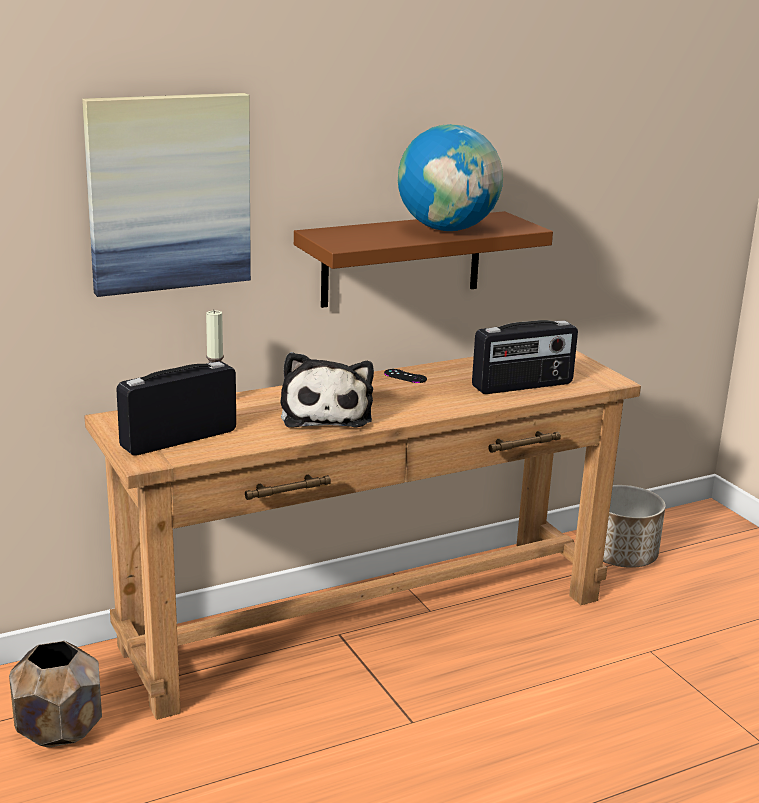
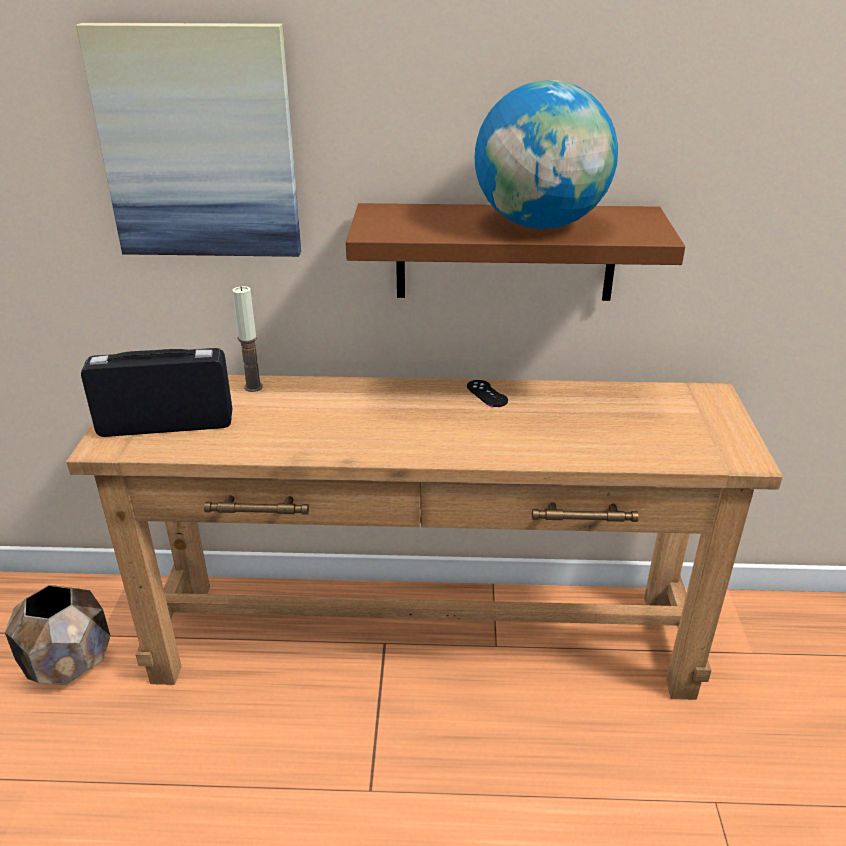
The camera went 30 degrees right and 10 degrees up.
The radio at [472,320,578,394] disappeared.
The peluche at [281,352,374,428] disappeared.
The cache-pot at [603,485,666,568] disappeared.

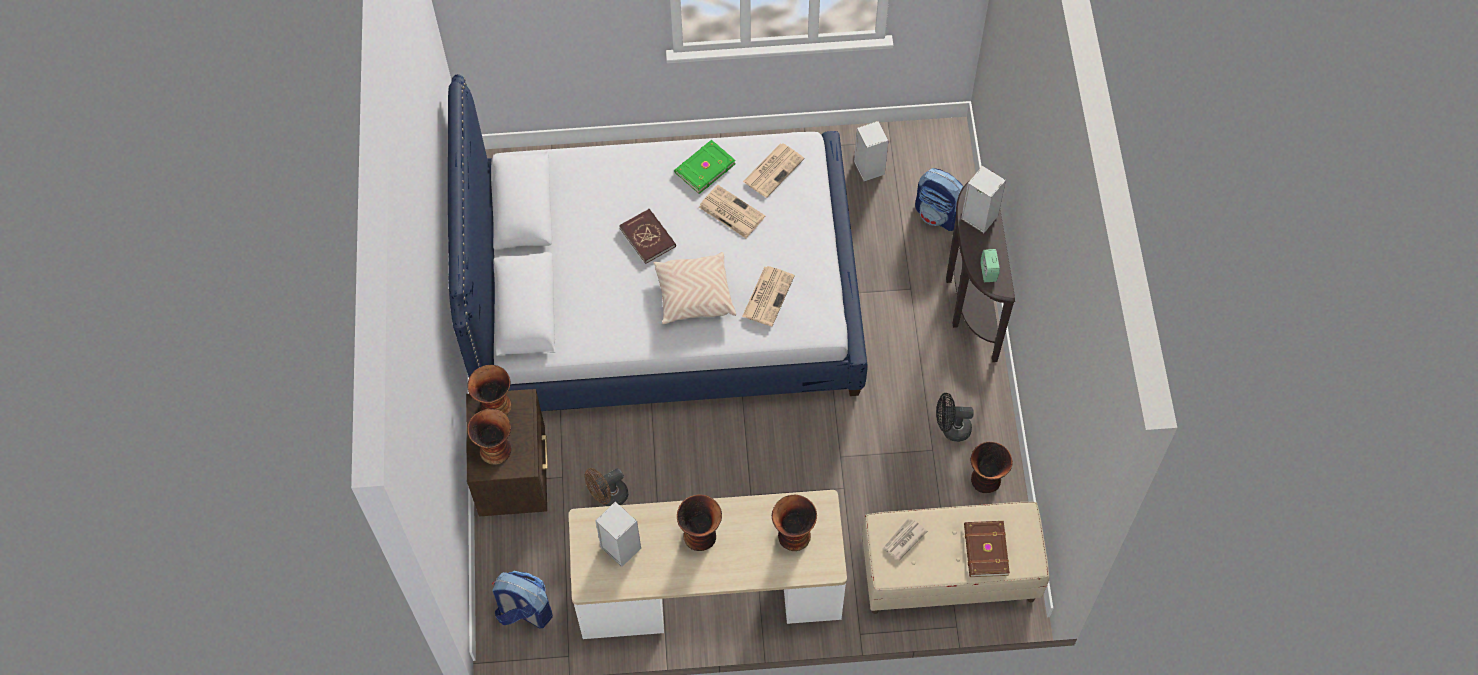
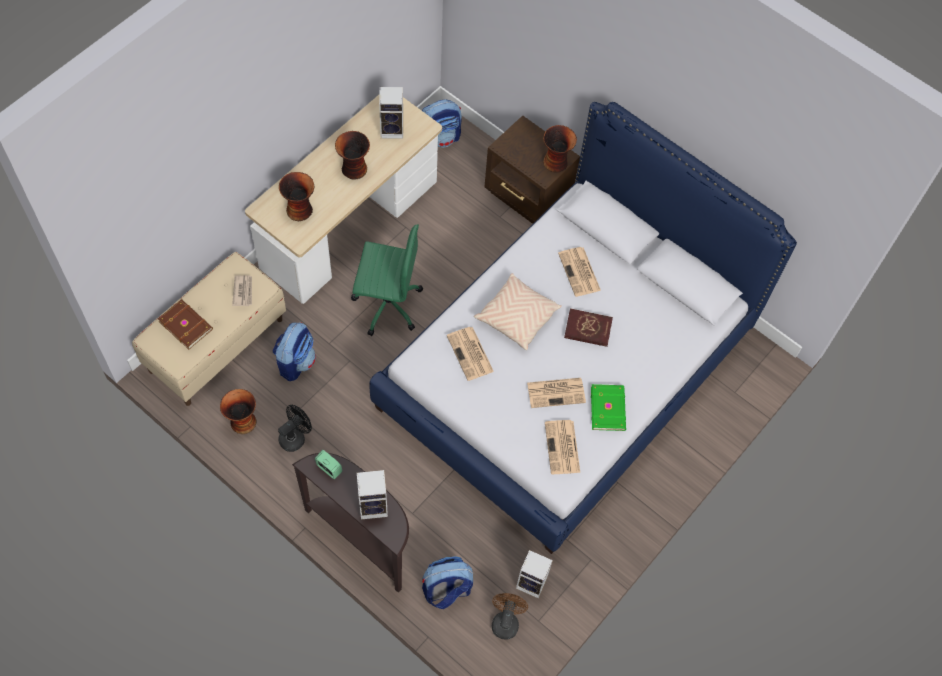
The camera went 130 degrees right and 0 degrees up.
The vase at [468,409,511,465] disappeared.
The ventilateur (marron) moved from [585,468,628,506] to [492,593,528,640].
The chaise de bureau (vert) at [351,224,423,336] appeared.
The journal at [558,247,601,297] appeared.
The sac à dos at [272,322,316,381] appeared.

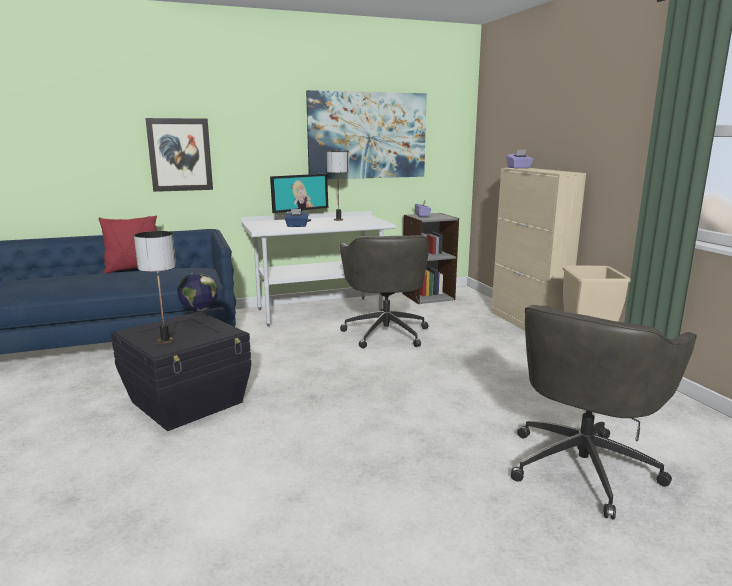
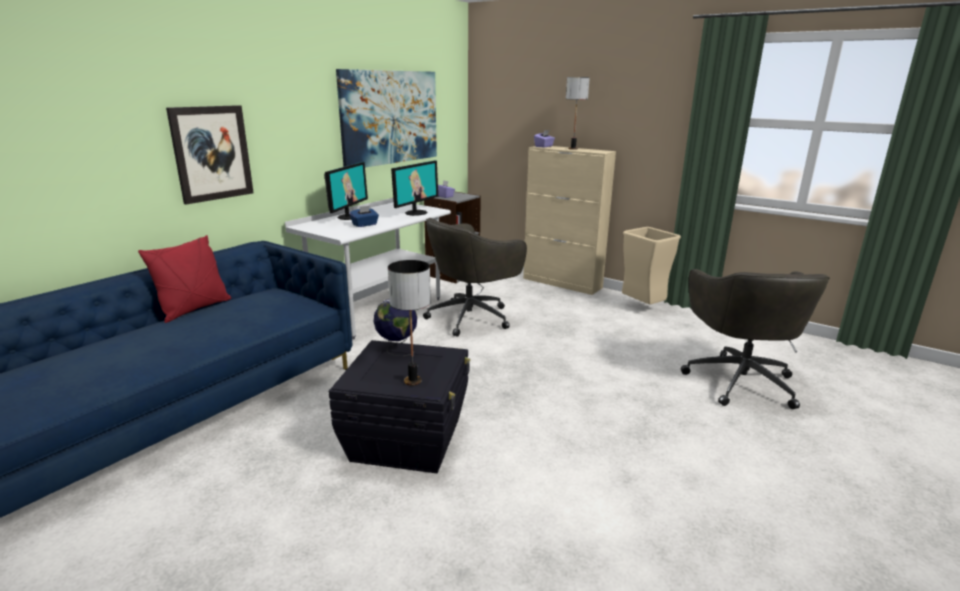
The camera went 35 degrees left and 5 degrees up.
The lampe de table moved from [327,151,349,221] to [566,77,590,150].
The chaise de bureau (gris) at [340,235,429,349] turned 90 degrees clockwise.
The écran d'ordinateur at [391,160,438,216] appeared.

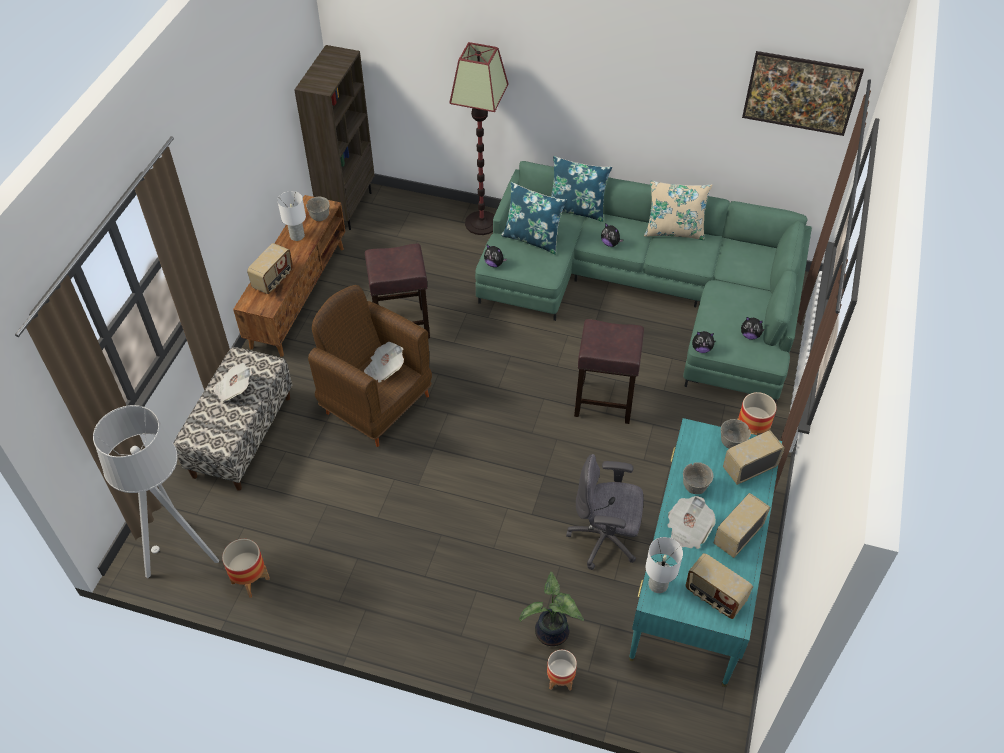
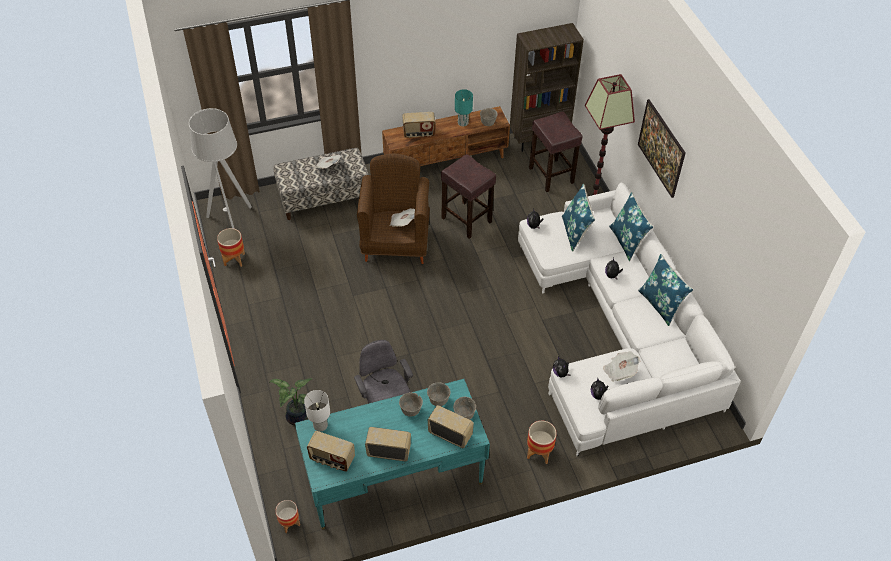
The camera went 55 degrees right and 0 degrees up.
The tableau moved from [742,51,864,136] to [638,99,686,198].
The canapé (vert) at [475,161,812,403] became the canapé (blanc) at [518,182,741,456].
The coussin (beige) at [644,180,712,240] became the coussin (bleu) at [638,254,693,326].
The lampe de table (blanc) at [277,191,306,241] became the lampe de table (turquoise) at [455,89,473,126].
The tabouret (marron) moved from [574,319,644,424] to [529,112,582,192].
The journal moved from [667,496,716,549] to [603,351,640,382].
The radio at [685,553,753,619] turned 75 degrees counterclockwise.
The cache-pot moved from [547,650,577,691] to [275,500,300,533].
The bol (gris) at [427,382,451,406] appeared.

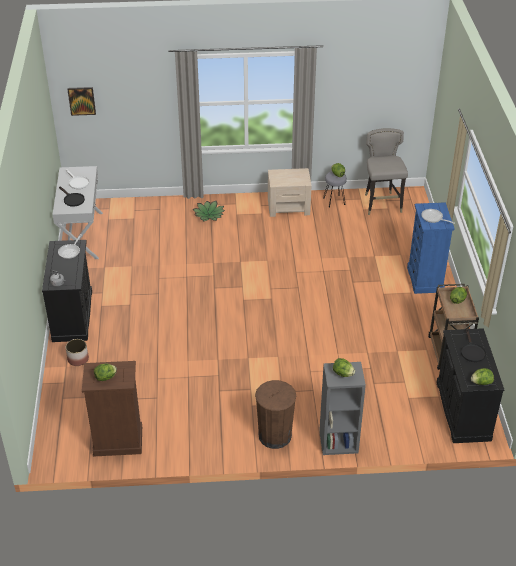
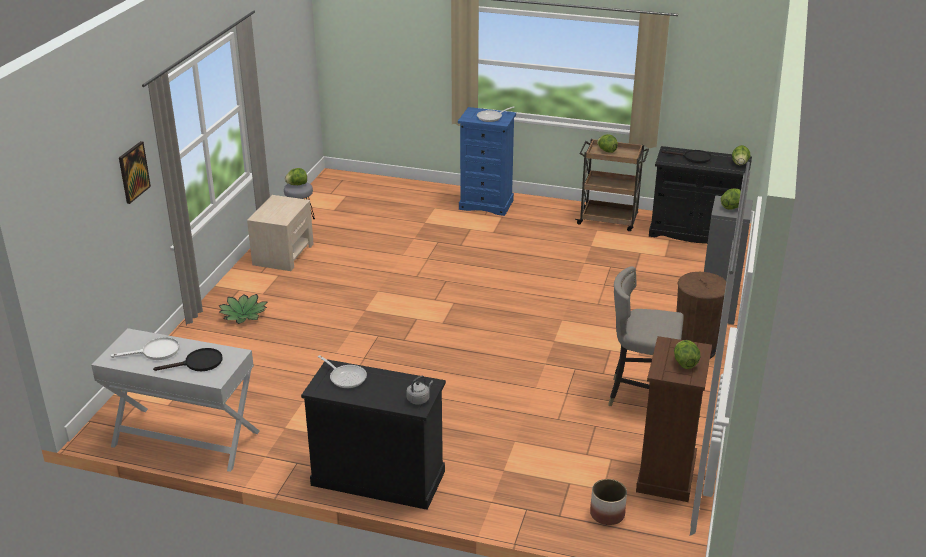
The camera went 70 degrees left and 10 degrees down.
The tableau moved from [67,87,96,116] to [119,141,151,204].
The tabouret (gris) moved from [365,128,408,215] to [608,267,684,406].
The cache-pot moved from [66,339,89,366] to [590,479,627,525].

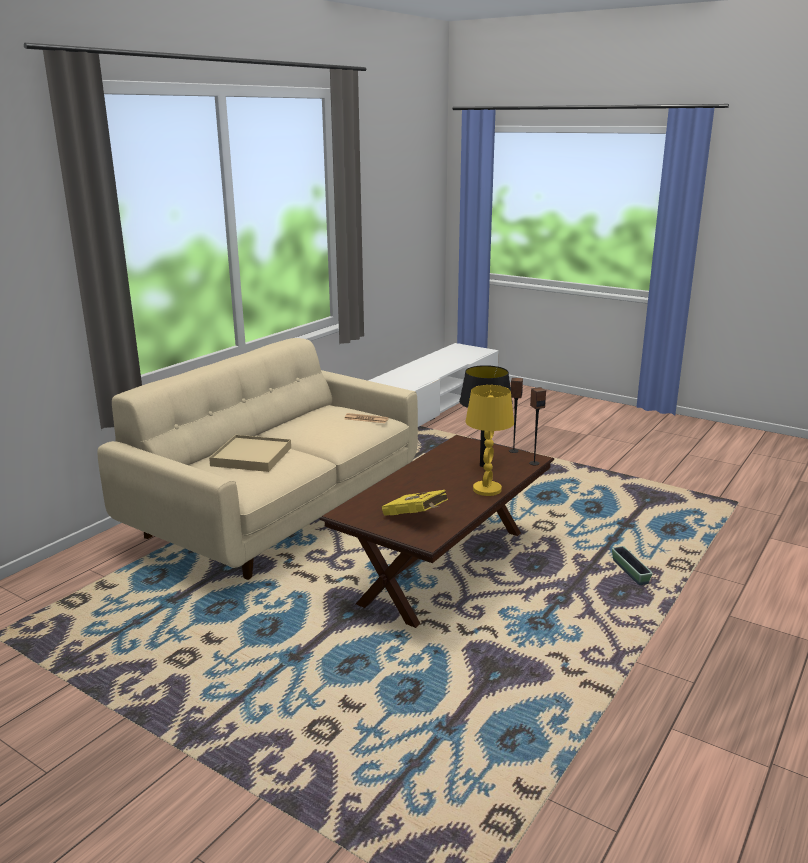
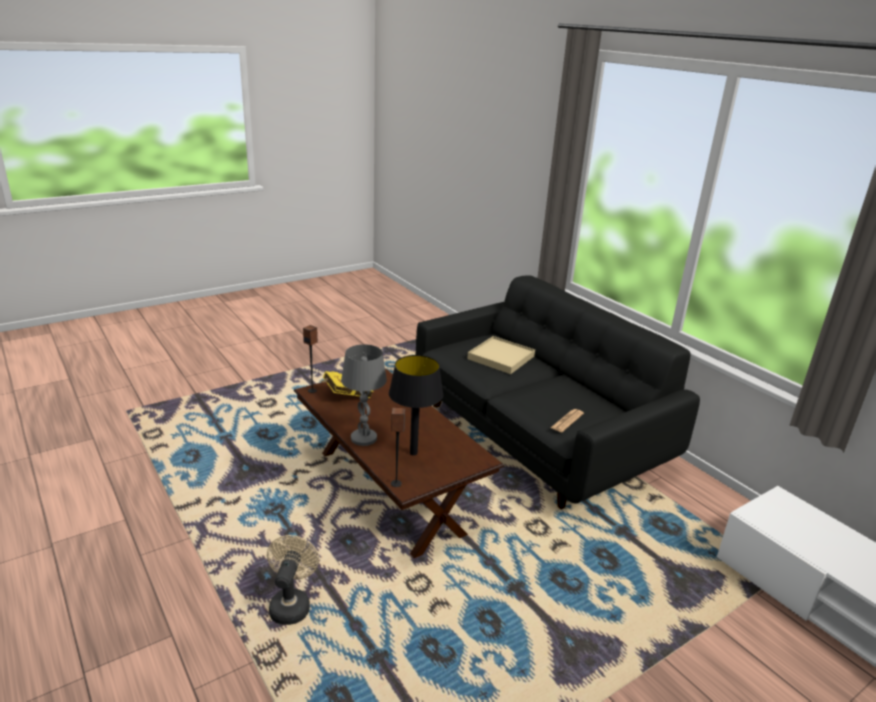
The camera went 110 degrees right and 5 degrees up.
The canapé (beige) at [97,338,418,580] became the canapé (noir) at [416,275,700,509].
The enceinte moved from [509,378,523,453] to [303,325,318,393].
The lampe de table (jaune) at [465,385,514,496] became the lampe de table (gris) at [341,344,387,446].
The cache-pot at [612,546,653,585] was replaced by the ventilateur (beige) at [267,535,319,625].

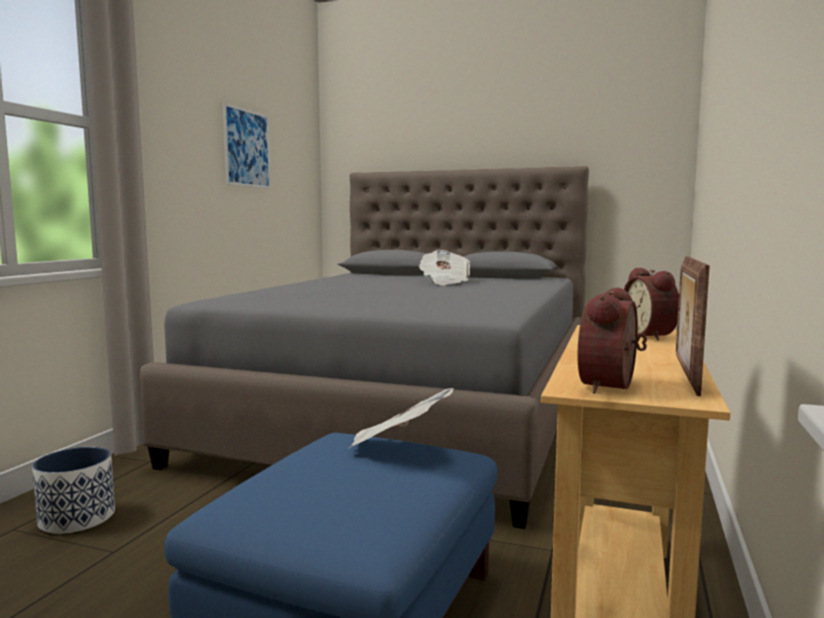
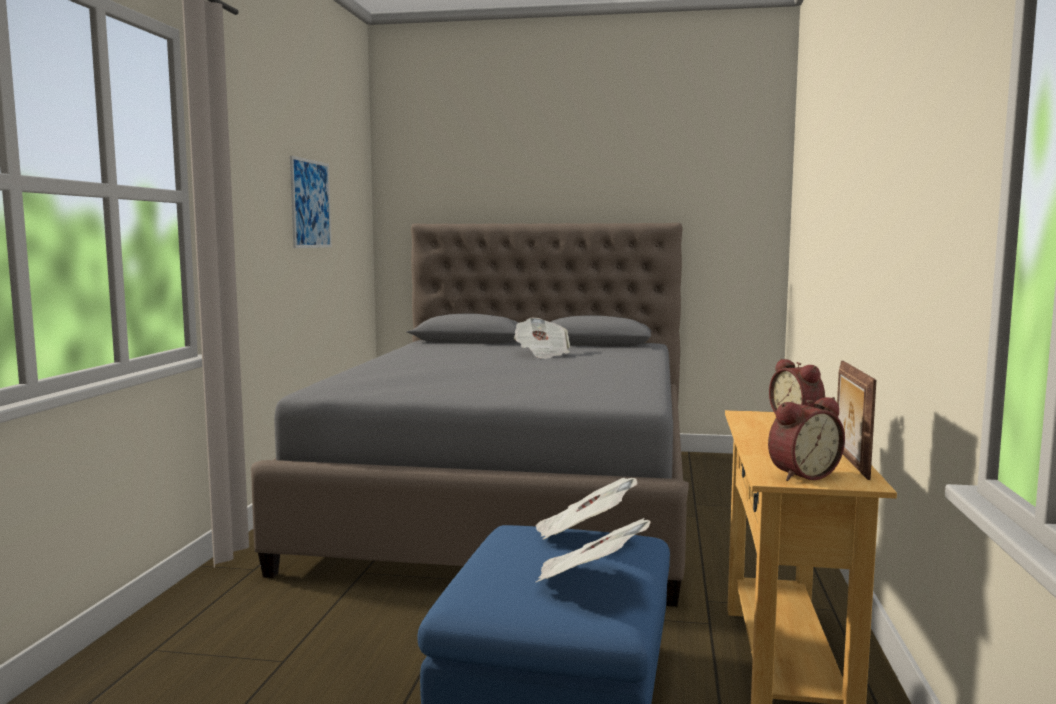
The camera went 10 degrees left and 0 degrees up.
The réveil at [578,287,647,393] turned 135 degrees counterclockwise.
The cache-pot at [32,447,115,534] disappeared.
The journal at [535,518,651,583] appeared.

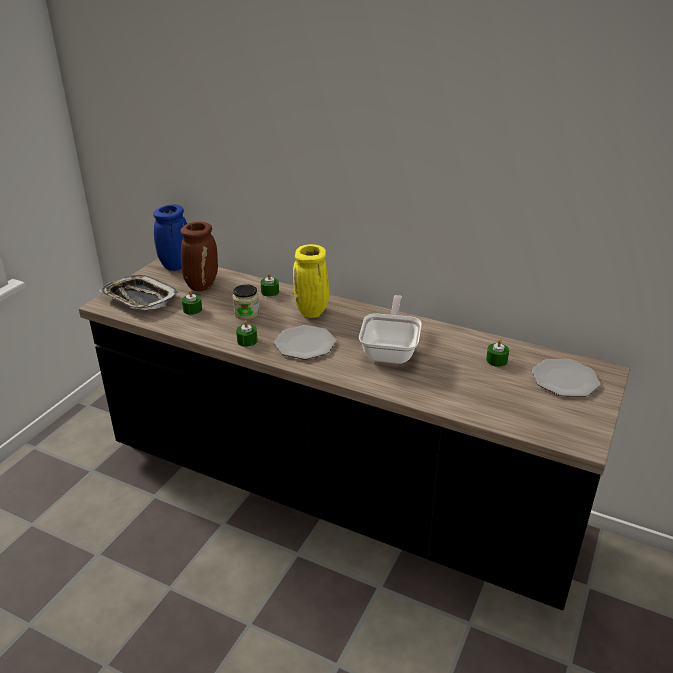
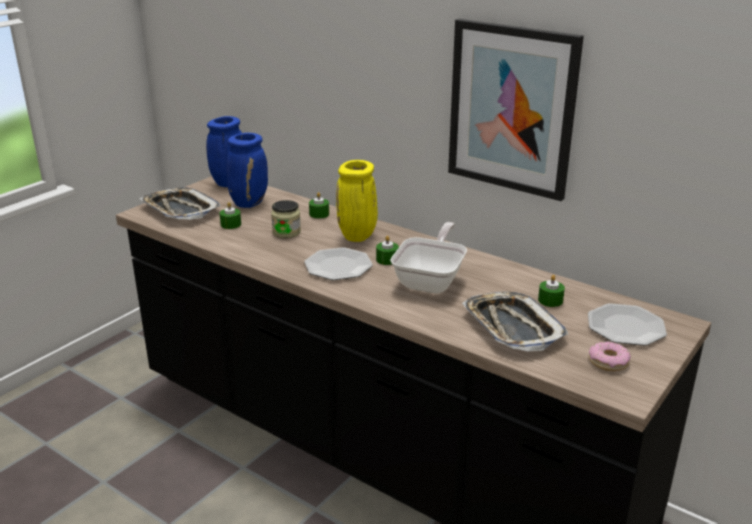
The camera went 10 degrees right and 5 degrees down.
The vase (marron) at [180,222,218,291] became the vase (bleu) at [227,133,268,208].
The bougie (vert) moved from [236,320,257,347] to [376,235,399,265].
The tableau at [448,19,584,201] appeared.
The plateau at [462,292,569,352] appeared.
The beignet at [589,341,631,371] appeared.

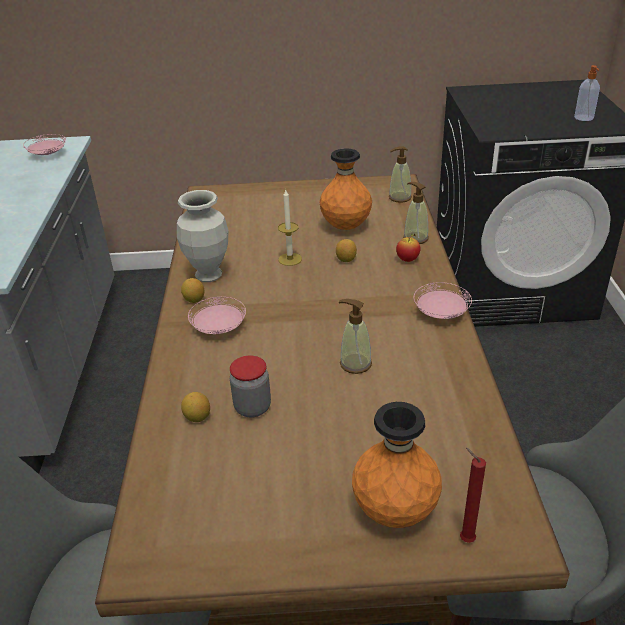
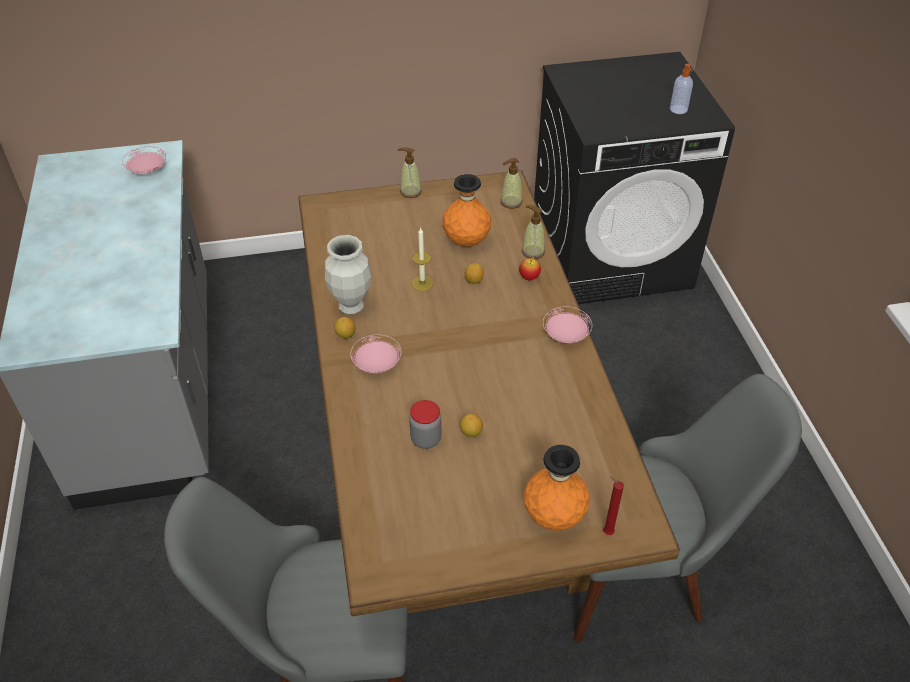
The camera went 10 degrees left and 10 degrees up.
The distributeur de savon moved from [339,299,372,374] to [398,147,422,198].
The citron moved from [181,392,210,422] to [460,413,483,437].

